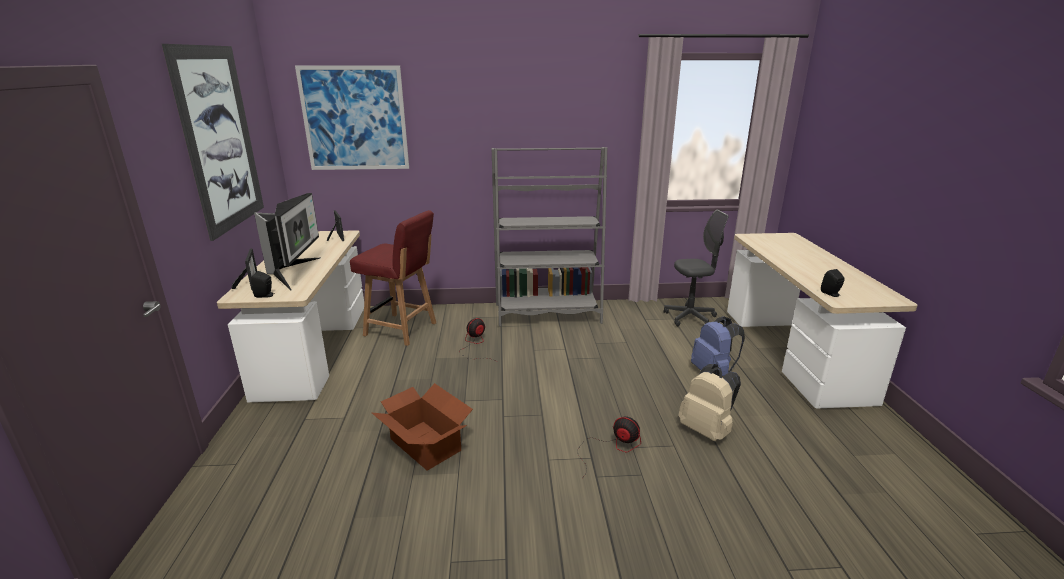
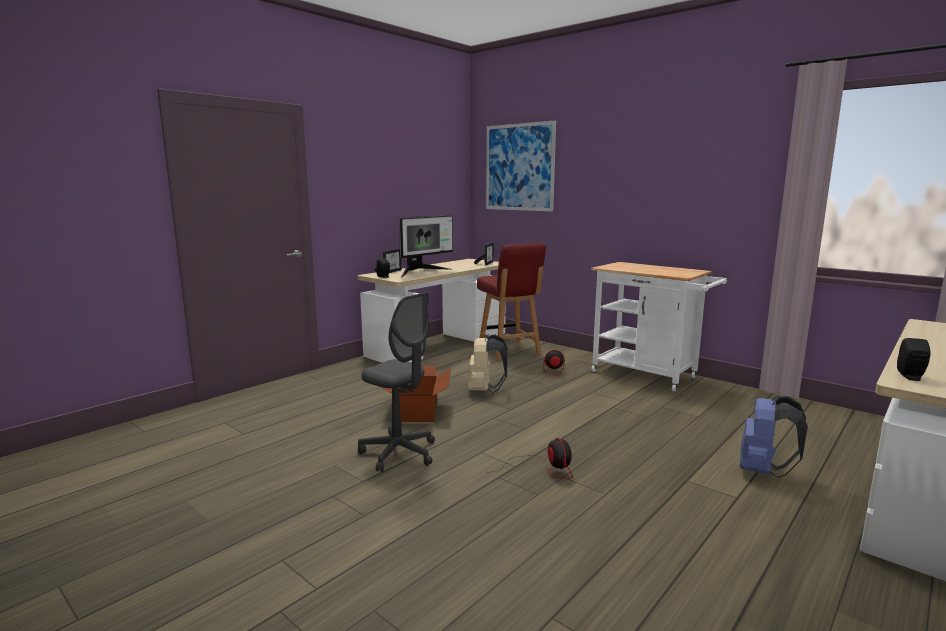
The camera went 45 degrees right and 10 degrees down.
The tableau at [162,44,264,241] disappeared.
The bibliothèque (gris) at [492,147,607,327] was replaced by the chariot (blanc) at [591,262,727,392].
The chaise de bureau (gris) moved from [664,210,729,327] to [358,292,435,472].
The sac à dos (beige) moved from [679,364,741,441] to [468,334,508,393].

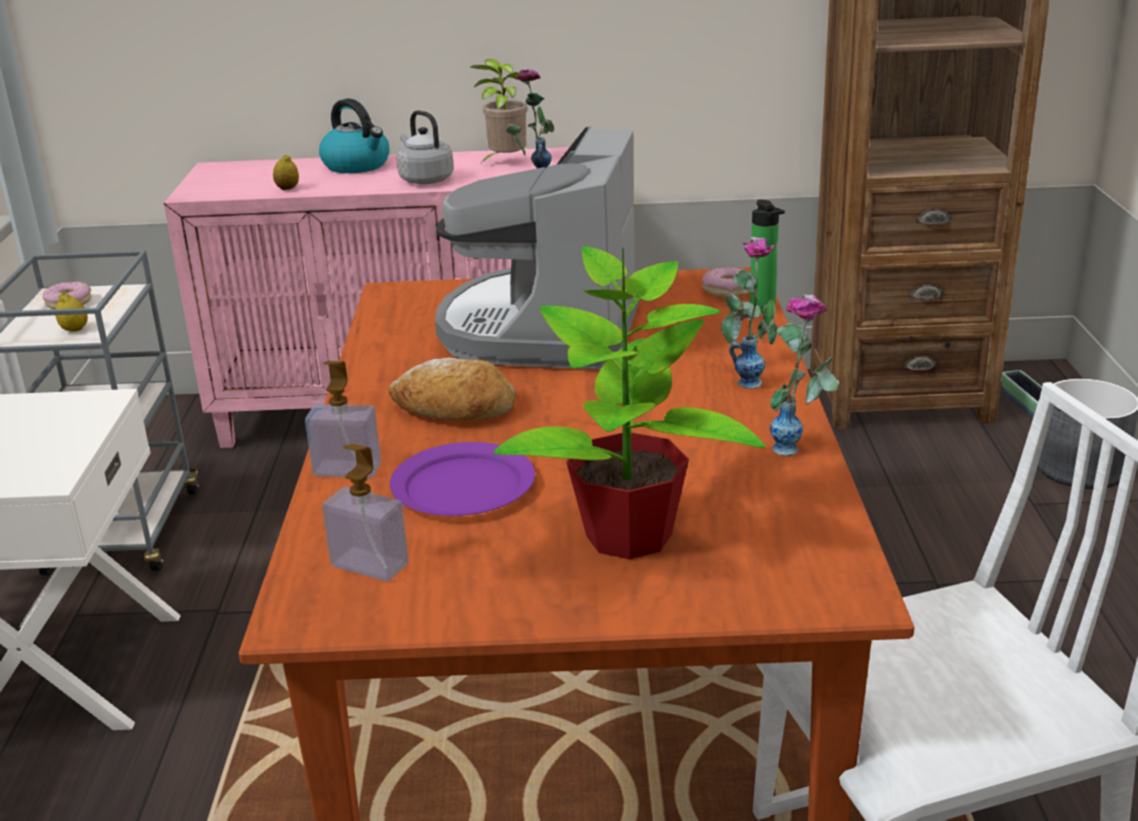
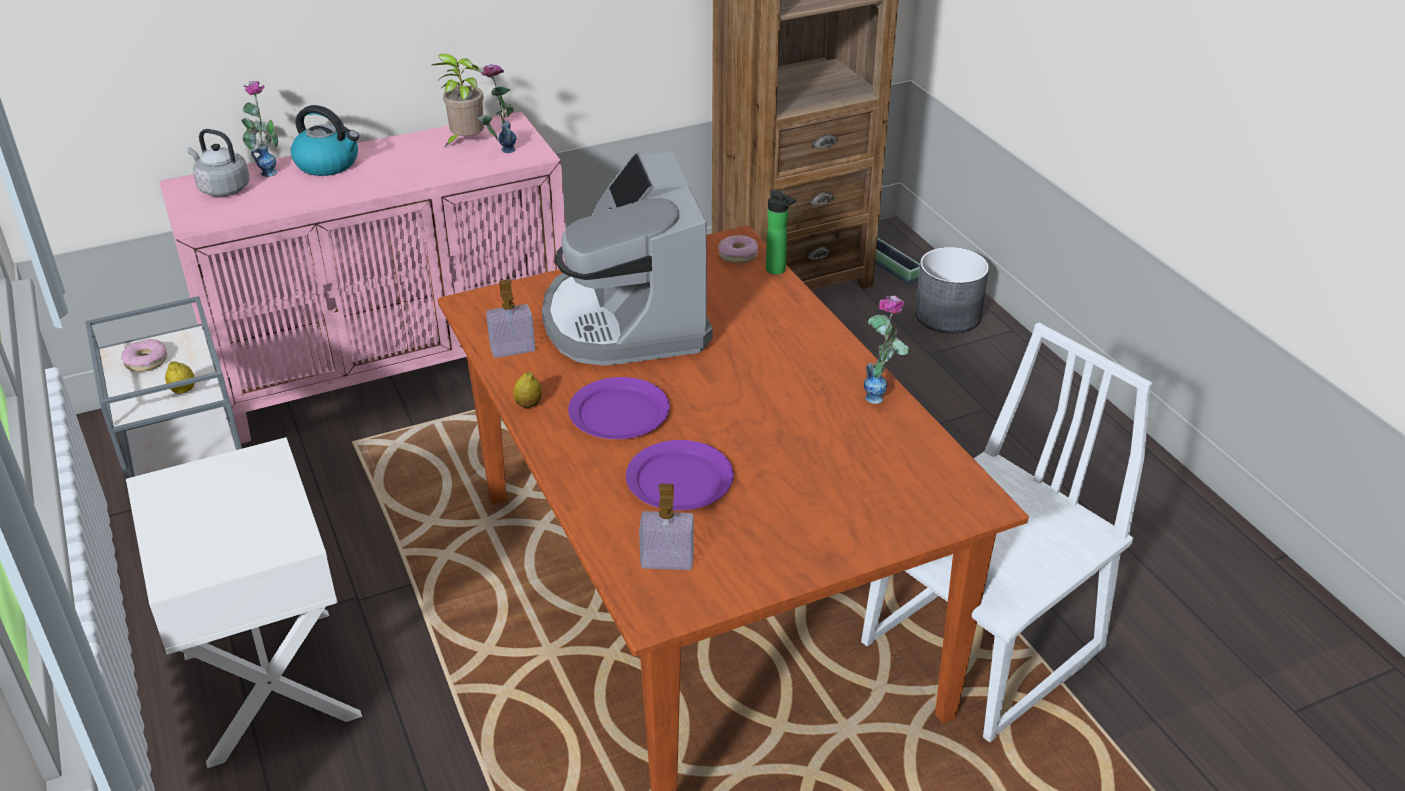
The camera went 25 degrees left and 10 degrees up.
The bouilloire (gris) moved from [396,110,454,184] to [188,129,250,197].
The citron moved from [273,155,299,190] to [513,372,542,409].
The vase moved from [721,237,778,389] to [241,81,278,177].
The plante en pot at [494,246,765,559] disappeared.
The pain at [388,358,516,421] was replaced by the assiette (violet) at [568,377,670,439].
The distributeur de savon moved from [305,361,381,478] to [486,279,535,358].

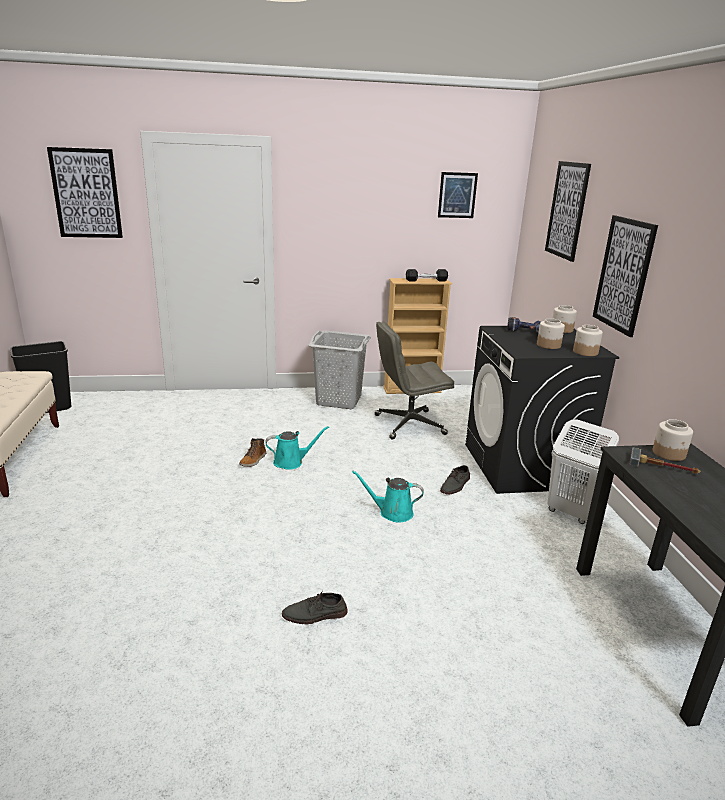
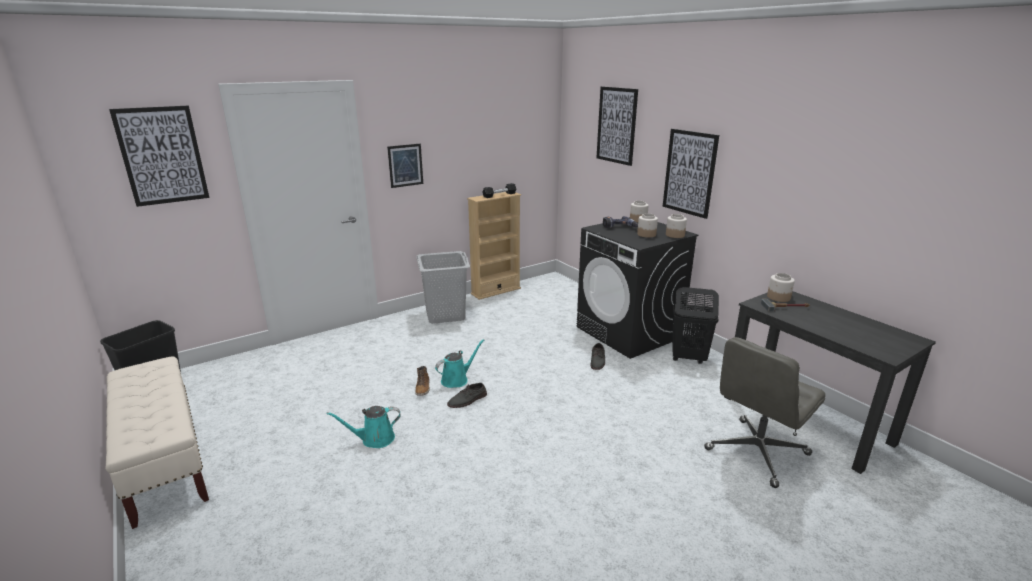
The camera went 25 degrees left and 0 degrees up.
The tableau moved from [438,172,478,218] to [387,144,423,188].
The chaise de bureau (gris) moved from [375,321,454,440] to [704,337,826,488].
The panier à linge (blanc) at [548,420,619,524] became the panier à linge (noir) at [672,287,719,364].
The arrosoir (turquoise) moved from [352,470,424,523] to [327,406,400,448].
The chaussure (gris) moved from [282,591,348,624] to [447,383,487,408].

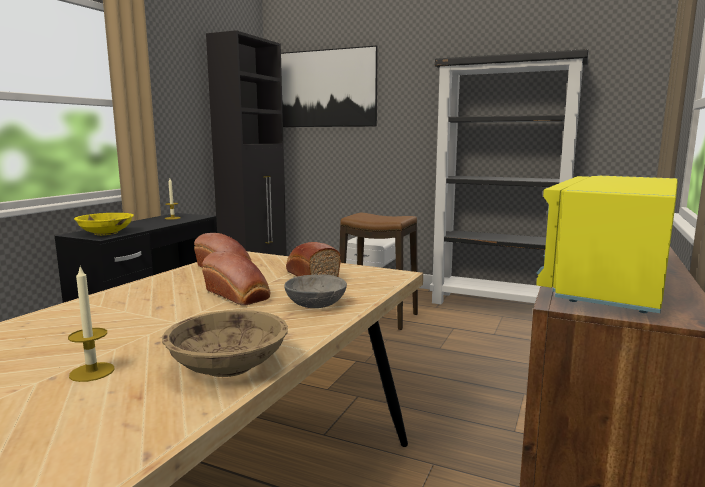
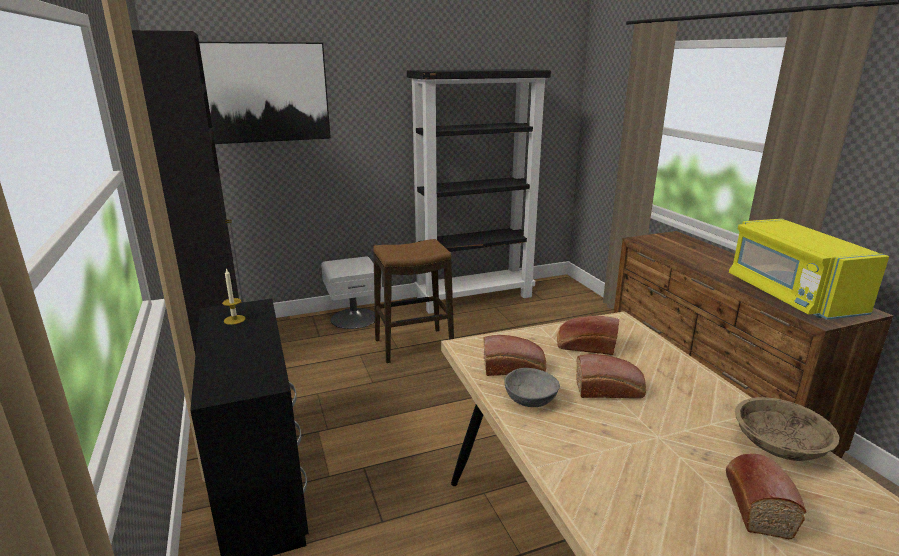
The camera went 45 degrees left and 10 degrees up.
The bol (jaune) at [74,213,134,235] disappeared.
The bougie at [68,267,115,382] was replaced by the pain at [726,454,806,539].
The bol (gris) moved from [284,275,347,308] to [504,368,560,407].

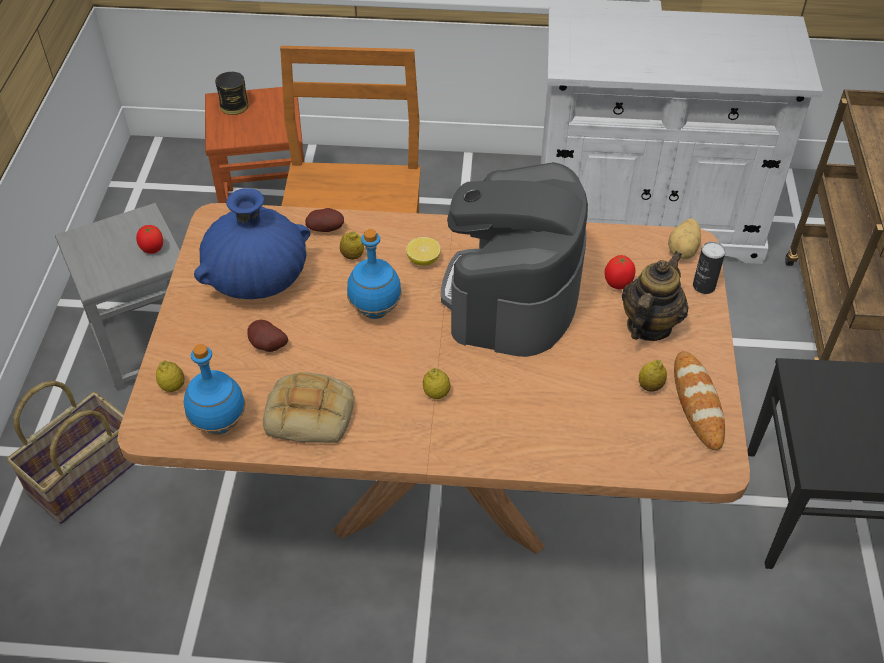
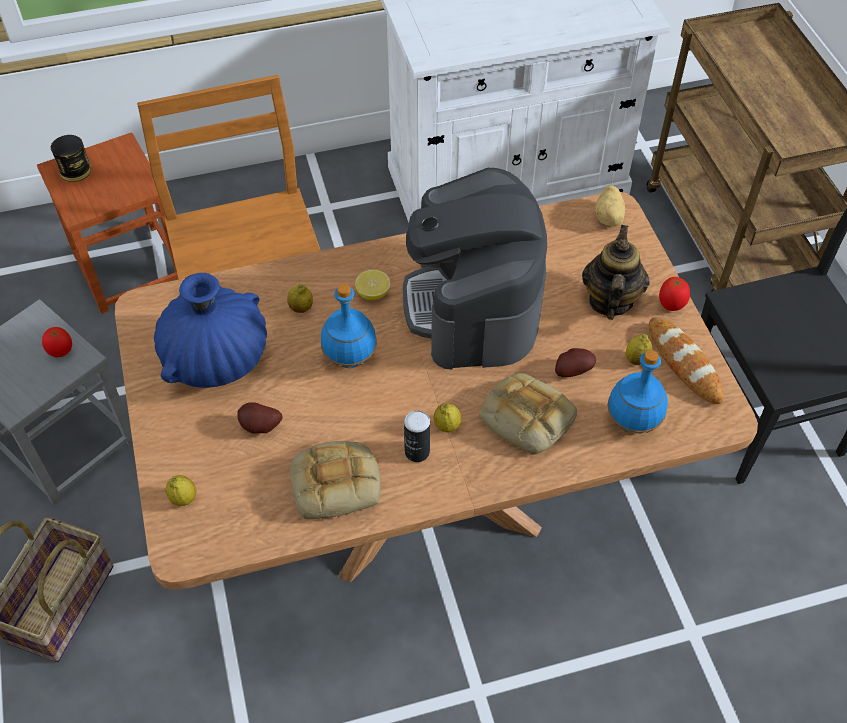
The camera went 20 degrees left and 5 degrees up.
The pomme de terre moved from [305,208,344,232] to [555,348,596,377].
The boîte métallique moved from [693,242,725,294] to [404,410,430,462].
The tomate moved from [604,255,636,289] to [659,277,690,311].
The bouteille (bleu) moved from [184,344,246,434] to [607,350,668,434].
The pain at [479,373,577,455] appeared.

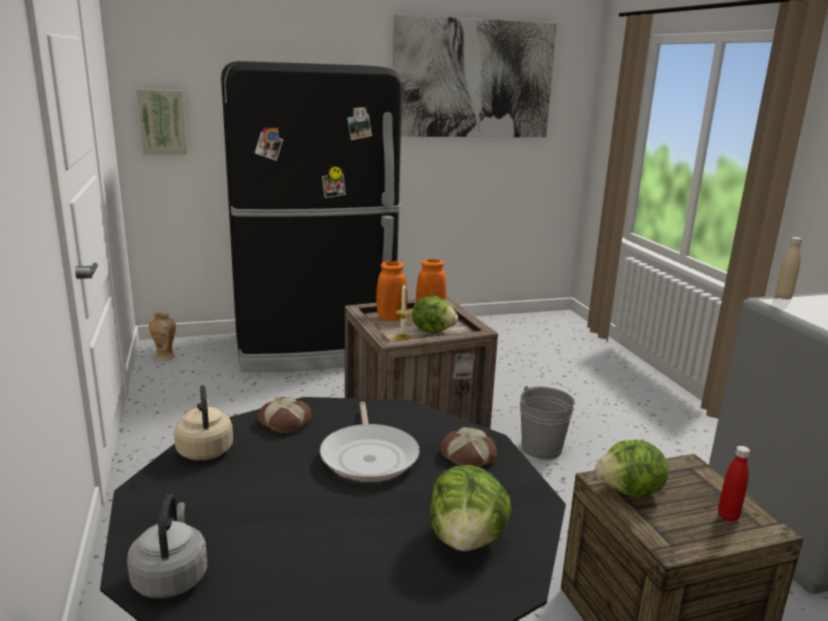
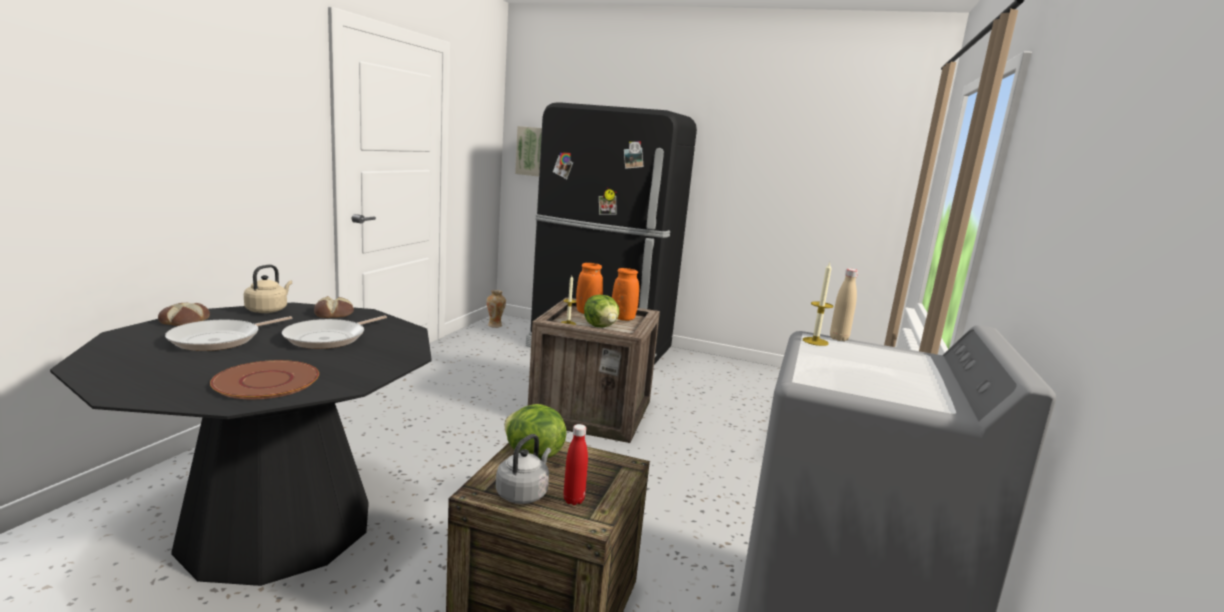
The camera went 35 degrees right and 5 degrees down.
The tableau at [393,14,557,137] disappeared.
The seau (gris) at [520,386,575,459] disappeared.
The pain moved from [441,427,497,467] to [158,303,210,326].
The laitue at [430,465,512,551] was replaced by the assiette (marron) at [210,360,319,399].
The bouilloire (gris) moved from [127,494,207,598] to [496,434,551,504].
The bougie at [803,263,833,346] appeared.
The poêle at [165,316,292,351] appeared.

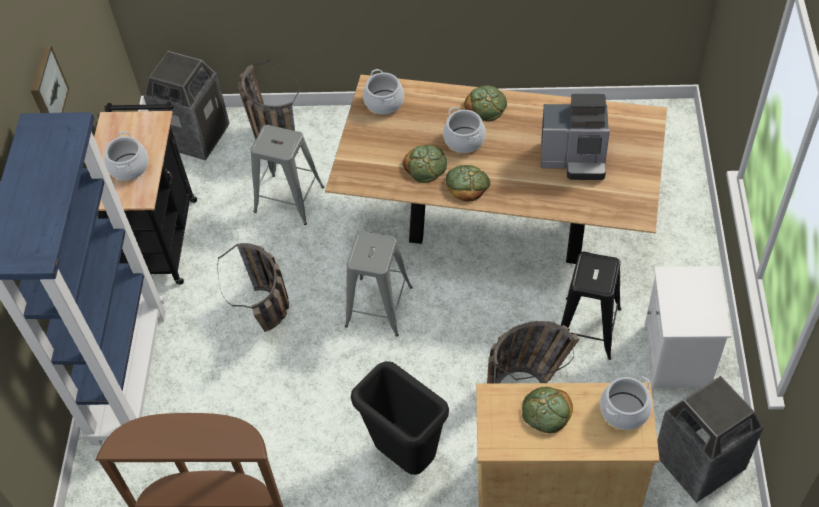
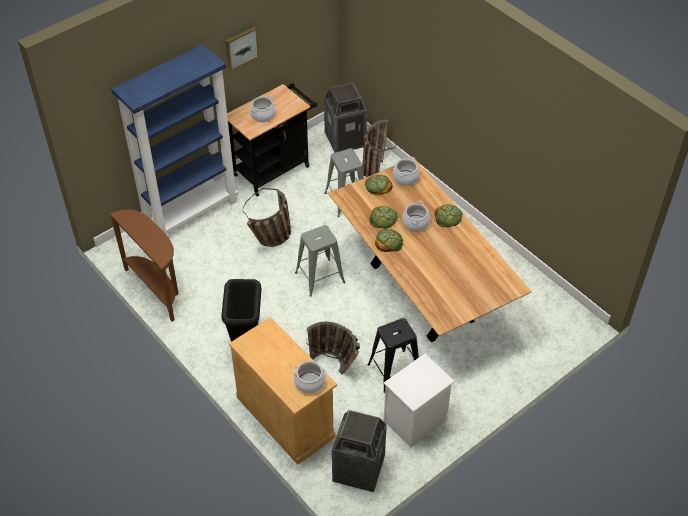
The camera went 45 degrees right and 5 degrees down.
The machine à café at [541,94,610,180] disappeared.
The pain moved from [522,387,573,433] to [365,175,393,195].

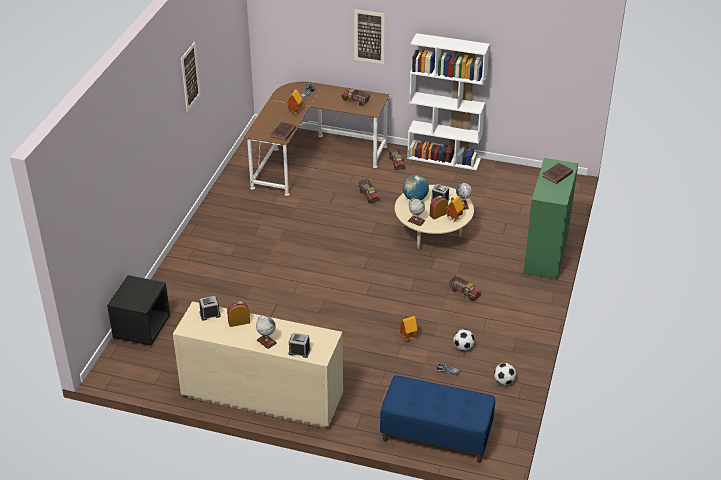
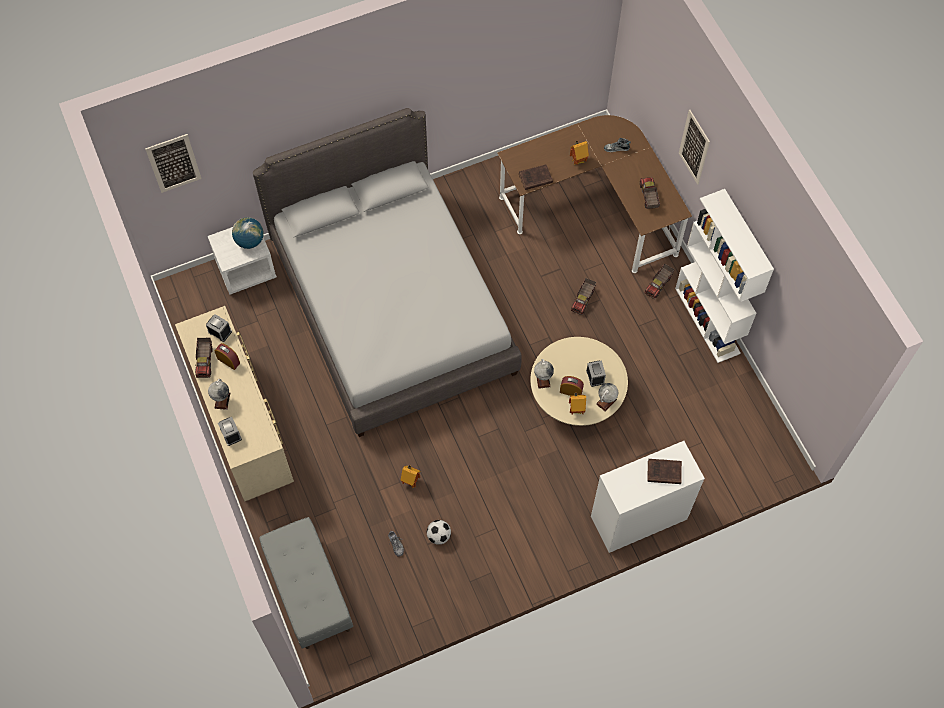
The camera went 50 degrees right and 25 degrees up.
The tableau moved from [181,42,201,112] to [145,134,202,193].
The commode (vert) at [523,158,578,280] became the commode (blanc) at [591,441,705,553].
The globe moved from [403,175,429,201] to [232,217,264,249].
The table de chevet (noir) at [107,275,170,346] became the table de chevet (blanc) at [208,219,277,295].
The camion jouet moved from [449,275,481,301] to [195,338,213,378].
The ballon de foot at [494,363,516,385] disappeared.
The banc (bleu) at [380,375,495,463] became the banc (gris) at [259,517,353,649].
The lit (gris) at [253,108,522,437] appeared.

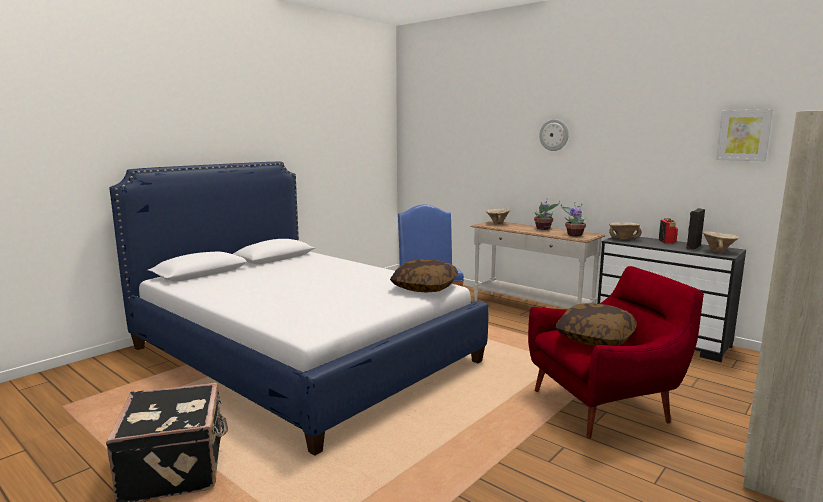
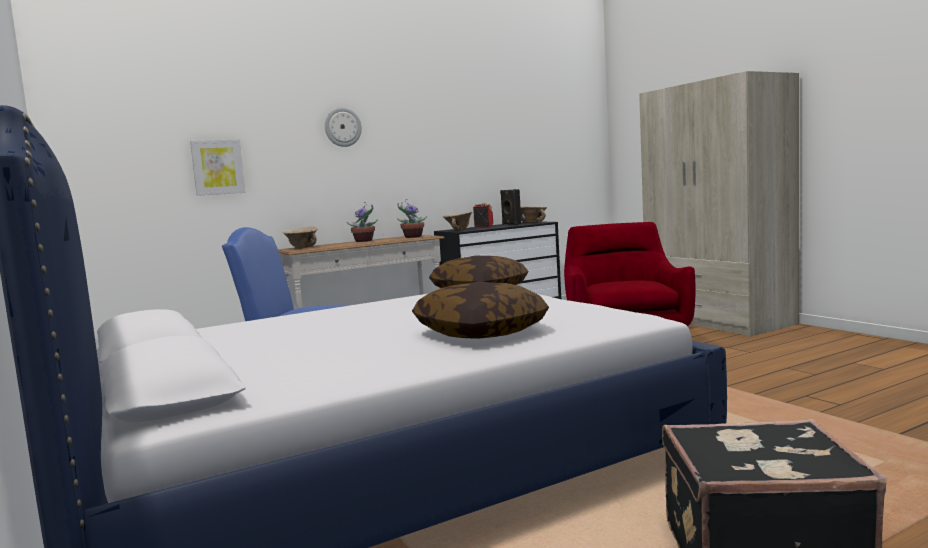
The camera went 70 degrees left and 5 degrees down.
The tableau moved from [716,109,773,161] to [190,139,246,196].
The coussin moved from [556,303,637,346] to [412,281,549,339].

